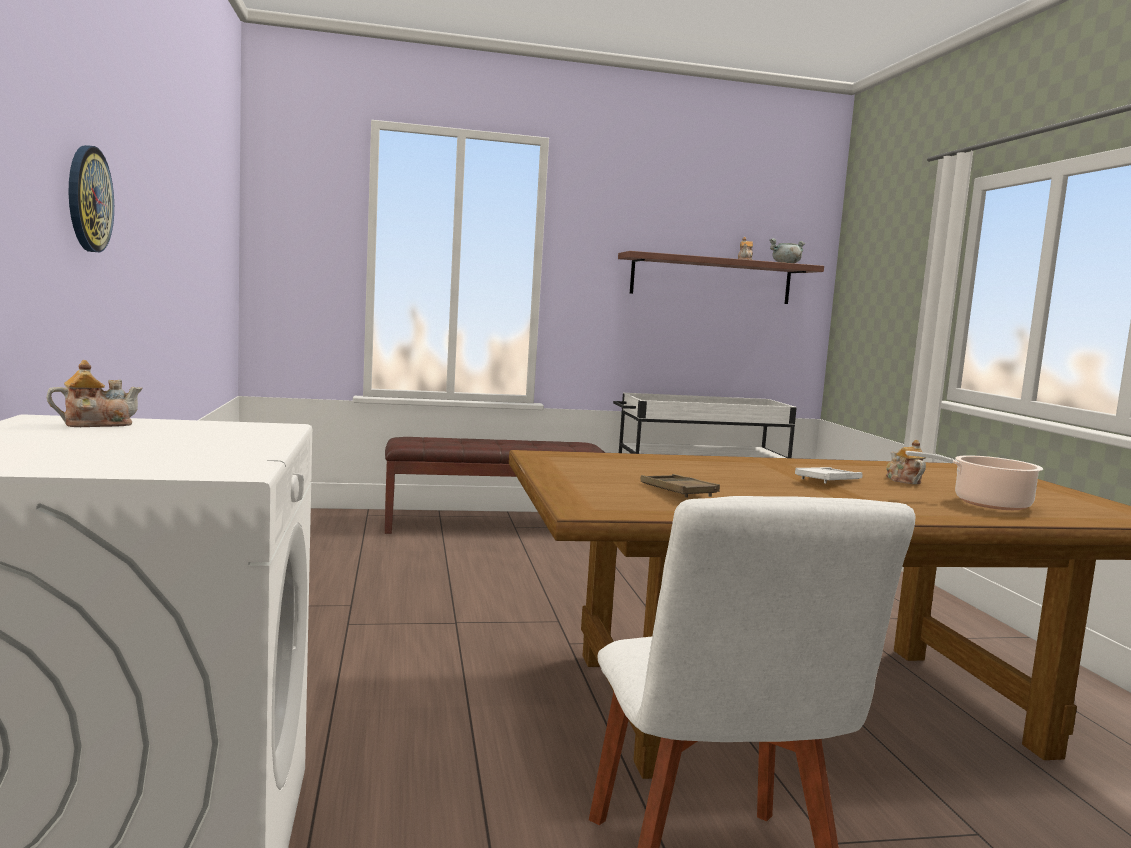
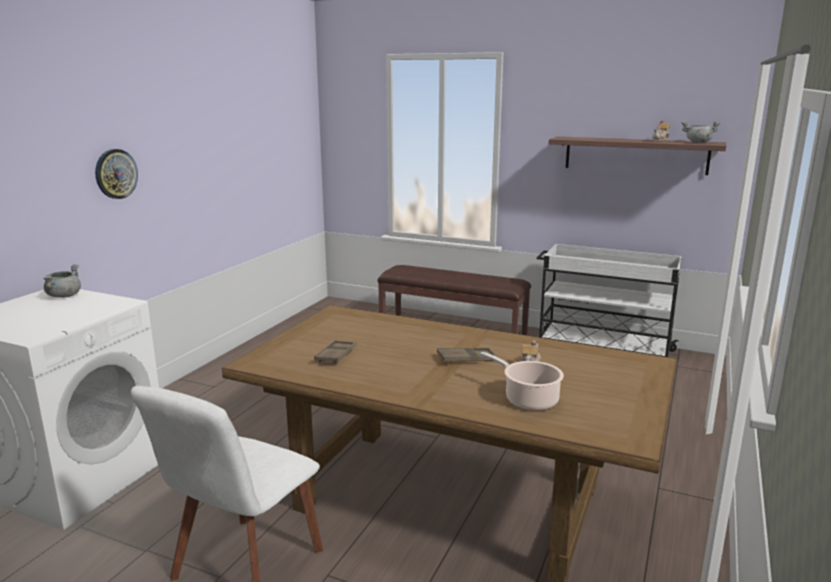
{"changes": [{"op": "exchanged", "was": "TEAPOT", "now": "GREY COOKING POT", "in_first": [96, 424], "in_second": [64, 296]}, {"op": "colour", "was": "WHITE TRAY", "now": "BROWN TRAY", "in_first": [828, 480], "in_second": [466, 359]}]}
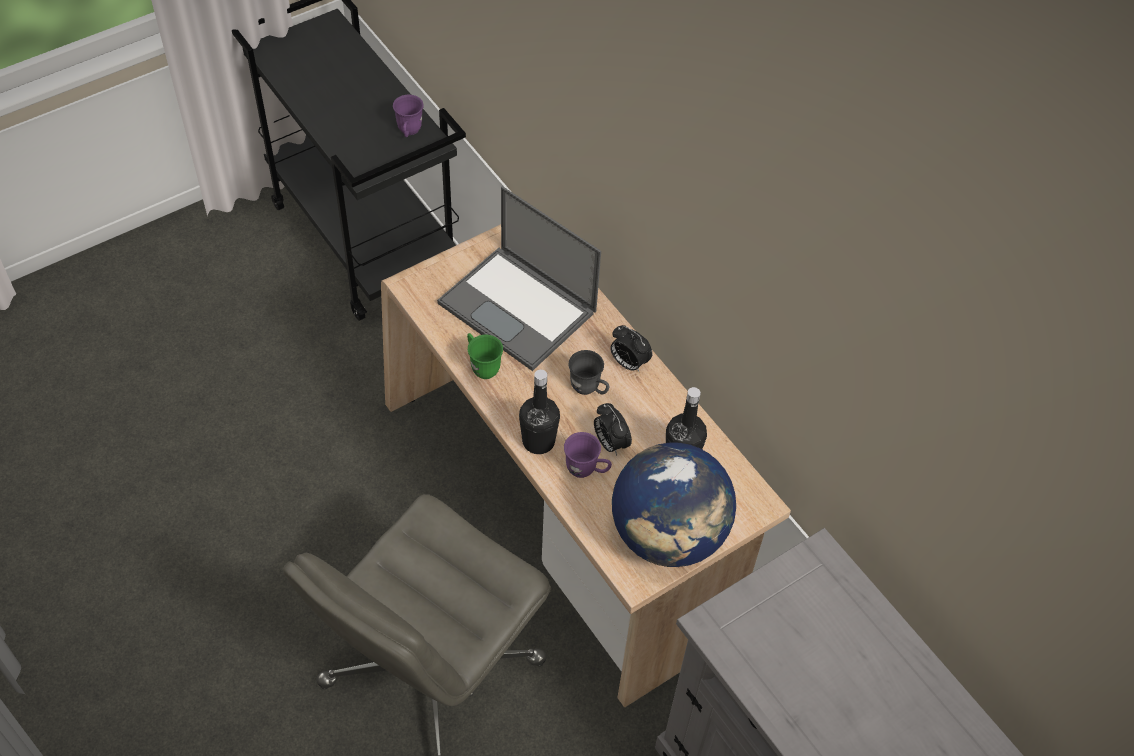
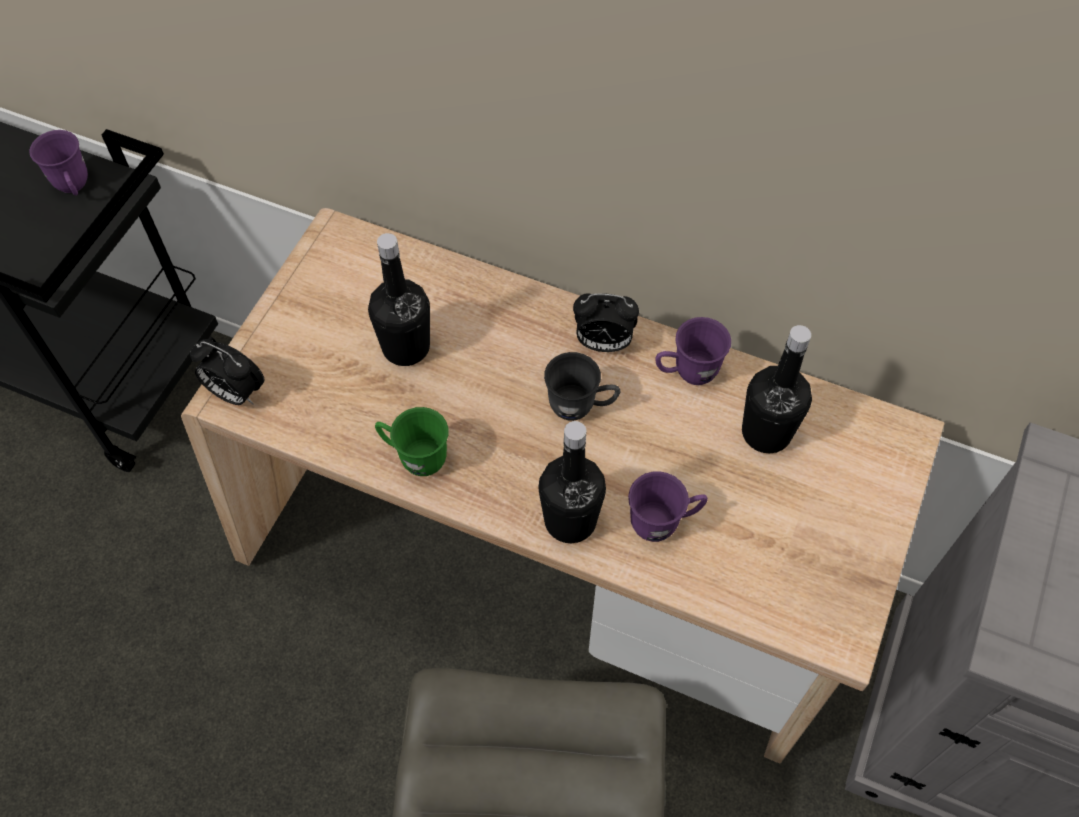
{"changes": [{"op": "relocated", "was": "ALARM CLOCK", "in_first": [610, 443], "in_second": [235, 393]}, {"op": "exchanged", "was": "LAPTOP", "now": "BLACK BOTTLE", "in_first": [519, 308], "in_second": [406, 347]}, {"op": "appeared", "now": "PURPLE MUG", "in_second": [687, 373]}, {"op": "missing", "was": "GLOBE", "in_first": [668, 535]}]}
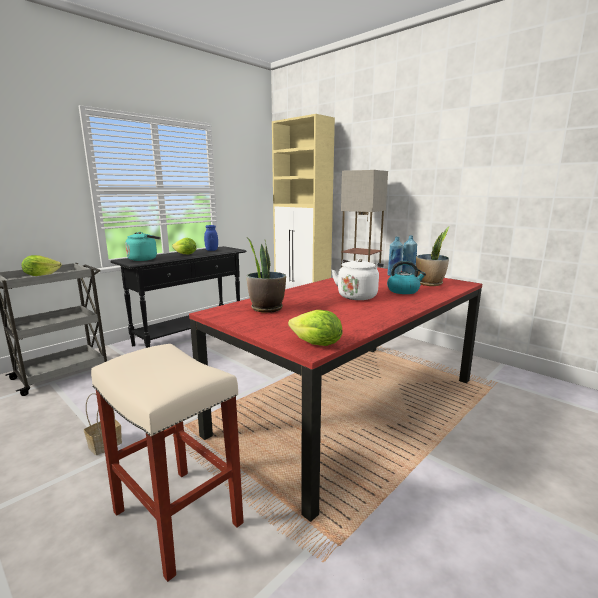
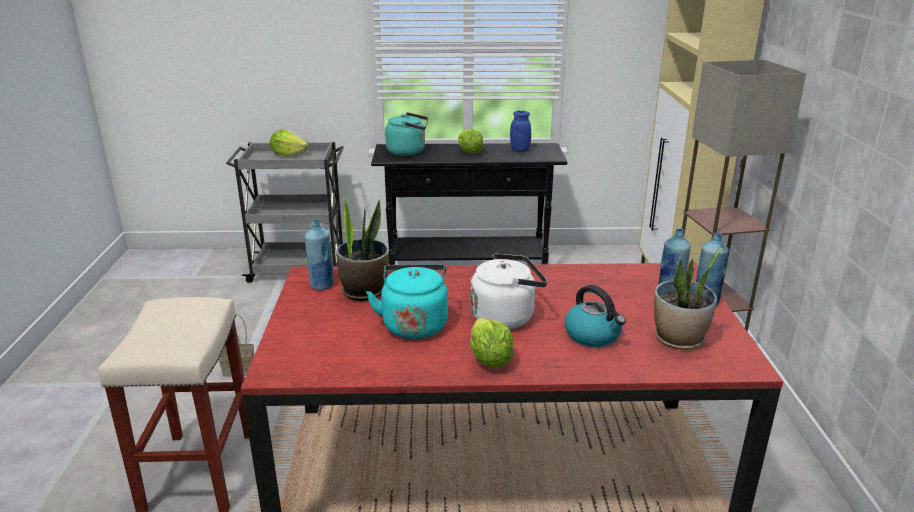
{"changes": [{"op": "appeared", "now": "BLUE BOTTLE", "in_second": [322, 285]}, {"op": "appeared", "now": "TURQUOISE KETTLE", "in_second": [414, 324]}, {"op": "relocated", "was": "LETTUCE", "in_first": [316, 344], "in_second": [489, 359]}]}
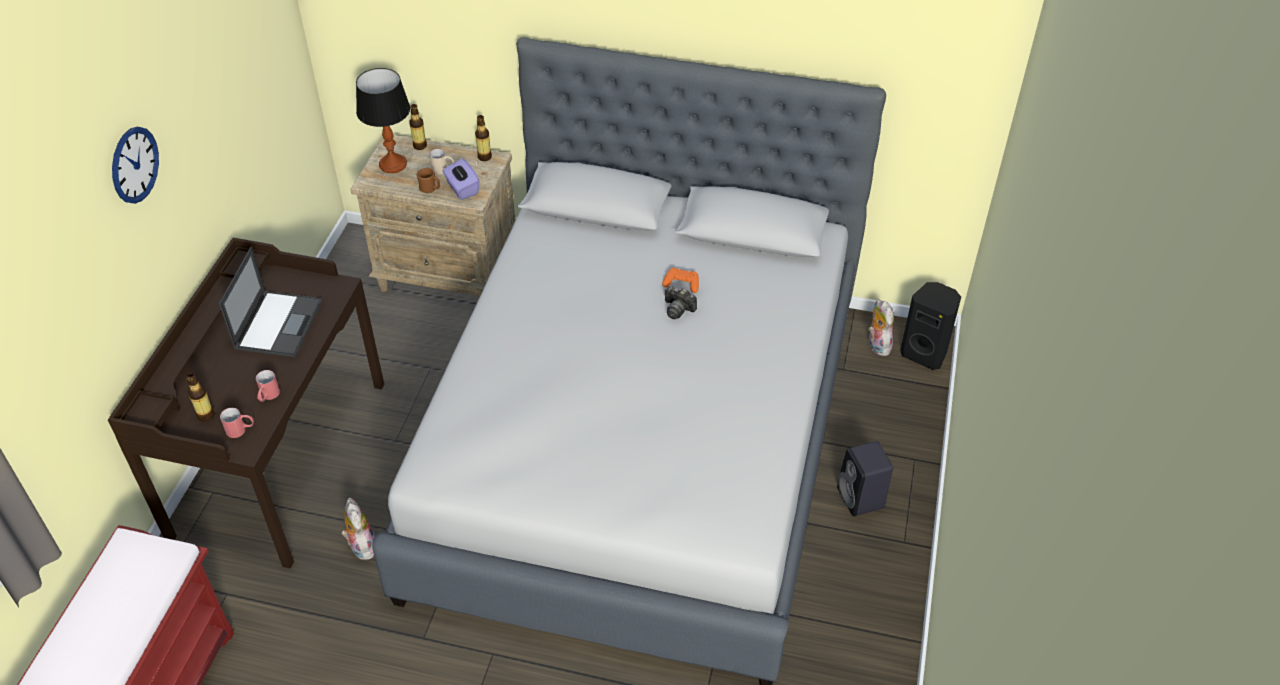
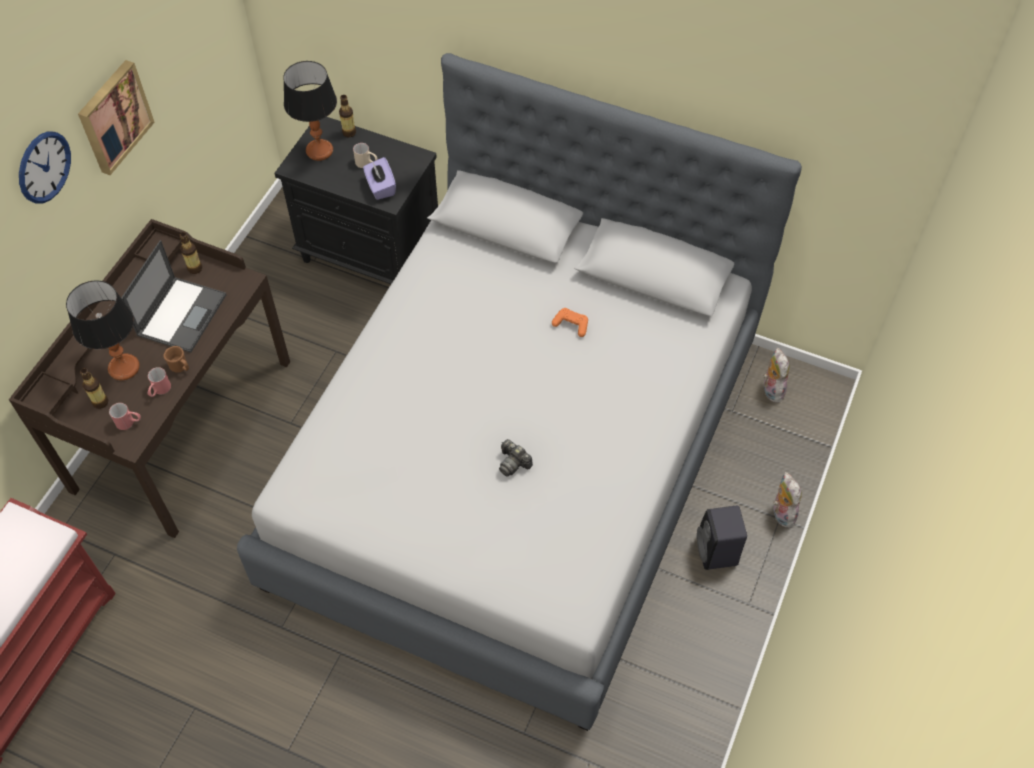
{"changes": [{"op": "appeared", "now": "TABLE LAMP", "in_second": [124, 367]}, {"op": "appeared", "now": "PICTURE", "in_second": [113, 116]}, {"op": "relocated", "was": "BROWN MUG", "in_first": [430, 189], "in_second": [181, 367]}, {"op": "relocated", "was": "BOTTLE", "in_first": [484, 157], "in_second": [195, 268]}, {"op": "colour", "was": "BEIGE NIGHTSTAND", "now": "BLACK NIGHTSTAND", "in_first": [449, 274], "in_second": [371, 253]}, {"op": "relocated", "was": "PHOTO CAMERA", "in_first": [678, 309], "in_second": [513, 463]}, {"op": "relocated", "was": "PLUSH TOY", "in_first": [361, 546], "in_second": [781, 513]}, {"op": "missing", "was": "BLACK SPEAKER", "in_first": [925, 353]}]}
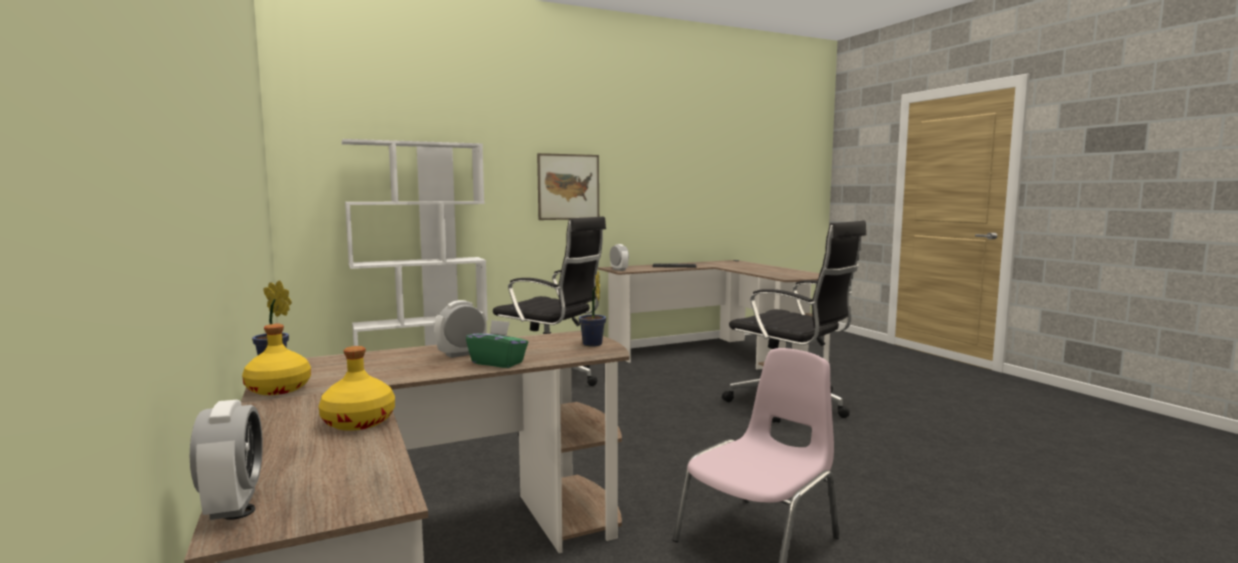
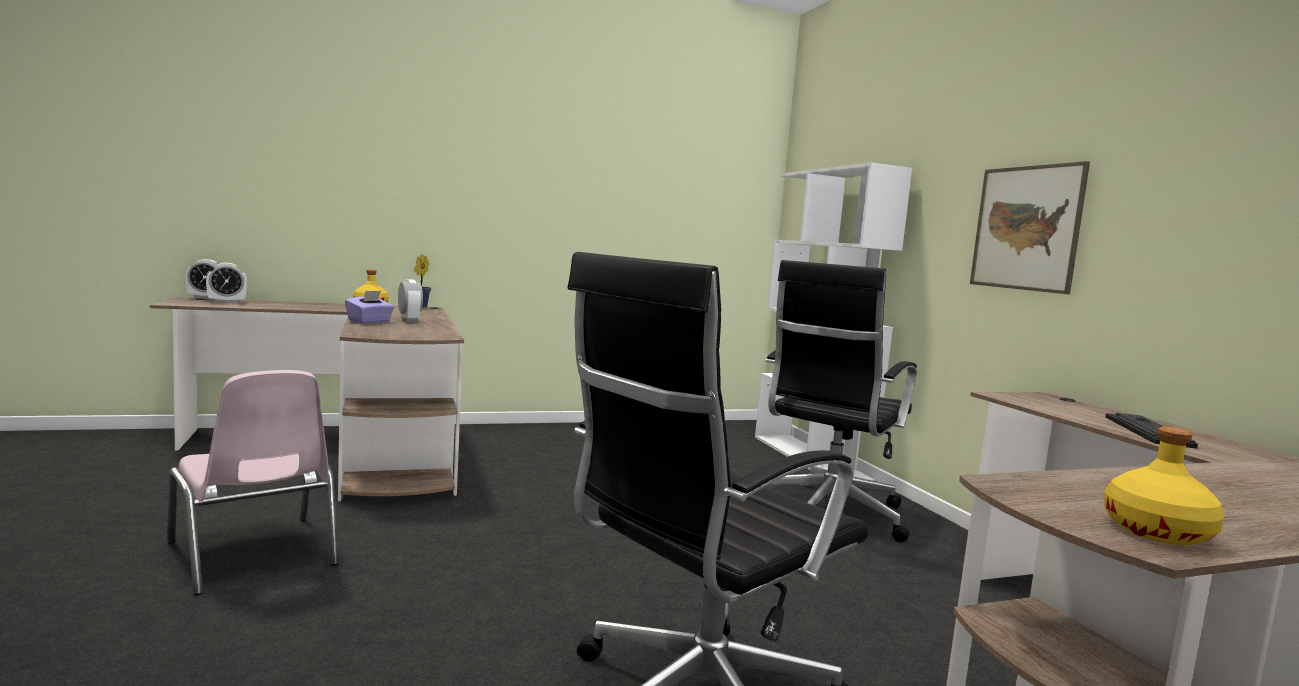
{"changes": [{"op": "relocated", "was": "ALARM CLOCK", "in_first": [619, 269], "in_second": [227, 302]}, {"op": "colour", "was": "GREEN TISSUE BOX", "now": "PURPLE TISSUE BOX", "in_first": [498, 363], "in_second": [369, 322]}, {"op": "relocated", "was": "YELLOW BOTTLE", "in_first": [359, 422], "in_second": [1157, 532]}, {"op": "missing", "was": "POTTED PLANT", "in_first": [592, 345]}]}
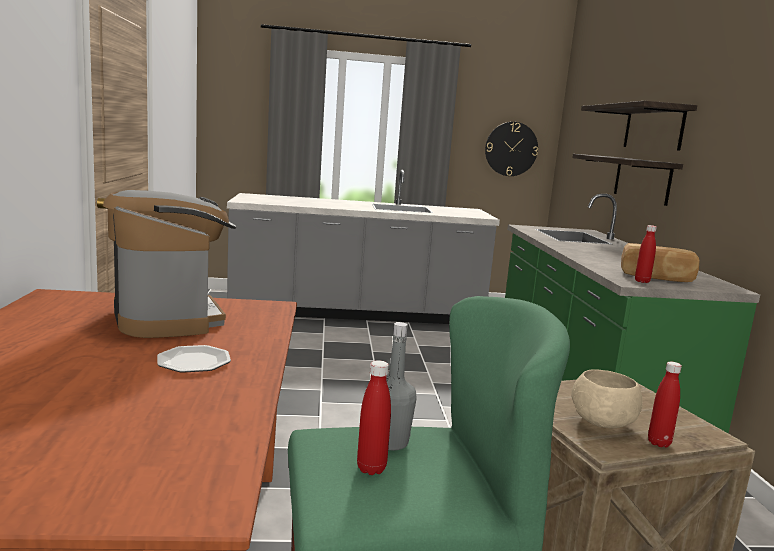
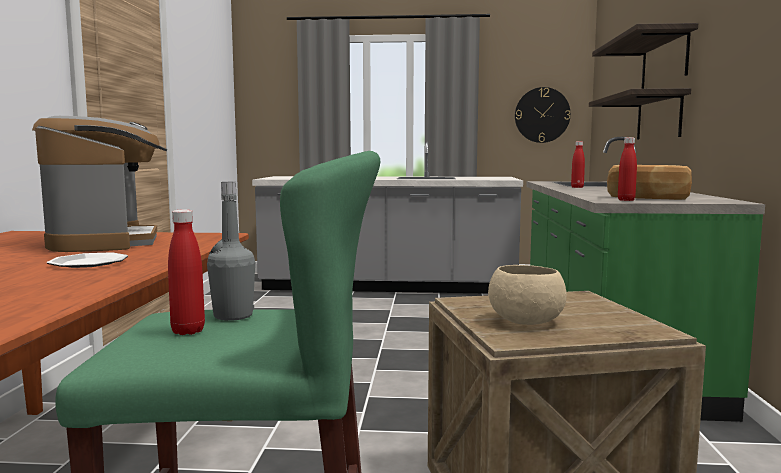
{"changes": [{"op": "relocated", "was": "RED BOTTLE", "in_first": [659, 443], "in_second": [577, 187]}]}
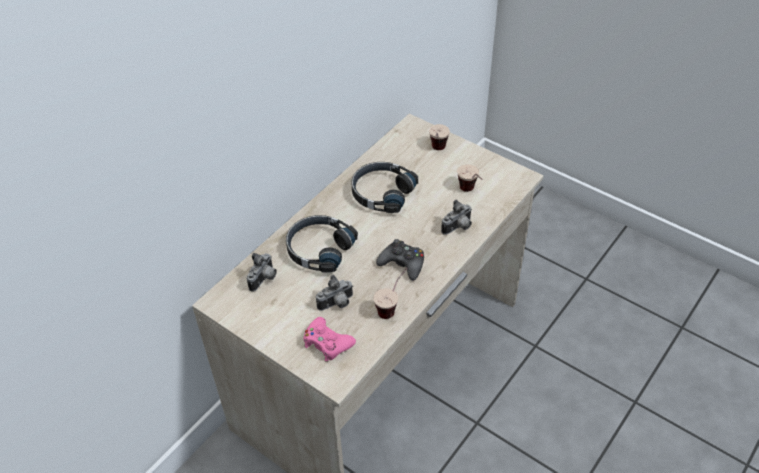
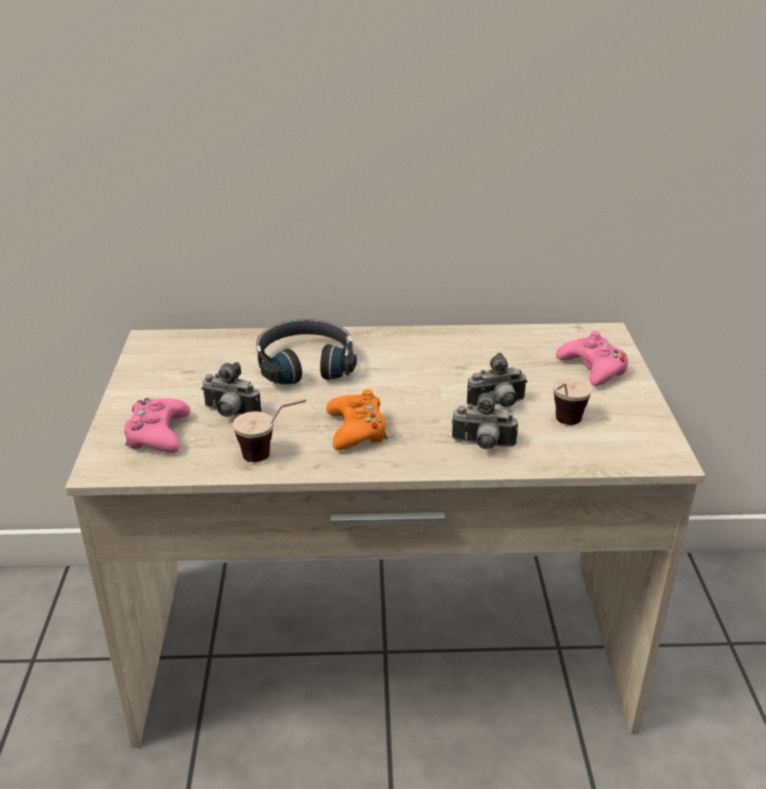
{"changes": [{"op": "colour", "was": "BLACK GAME CONTROLLER", "now": "ORANGE GAME CONTROLLER", "in_first": [402, 264], "in_second": [357, 430]}, {"op": "relocated", "was": "PHOTO CAMERA", "in_first": [264, 279], "in_second": [497, 405]}, {"op": "exchanged", "was": "CUP", "now": "PINK GAME CONTROLLER", "in_first": [437, 151], "in_second": [593, 369]}, {"op": "missing", "was": "BLACK HEADPHONES", "in_first": [381, 193]}]}
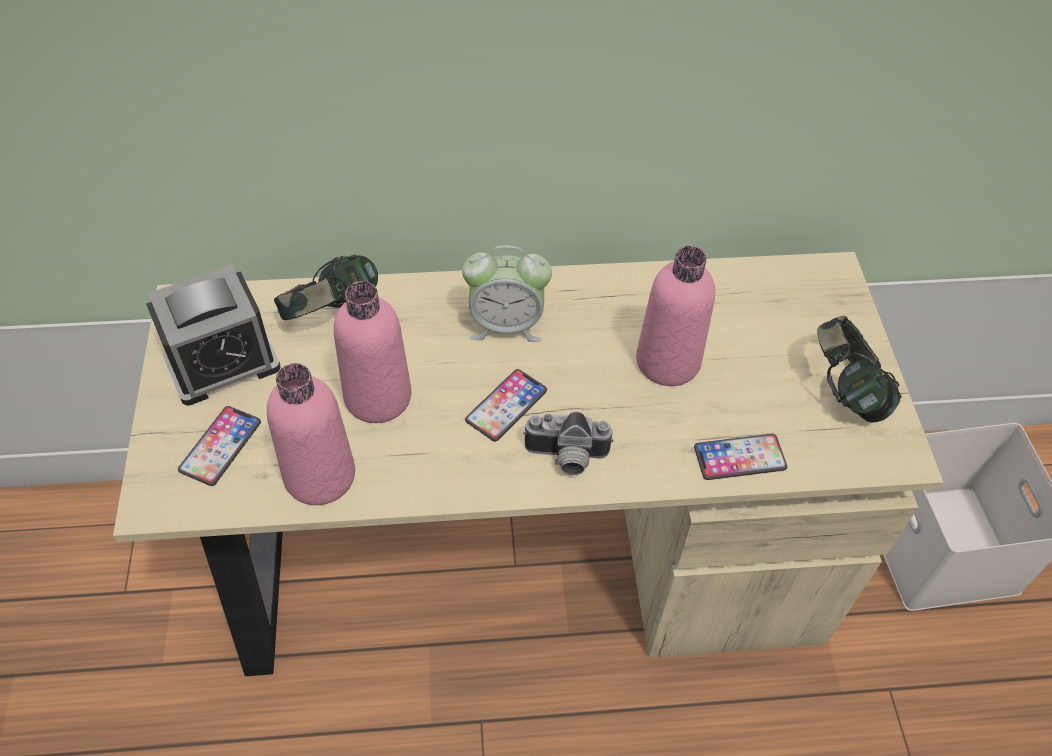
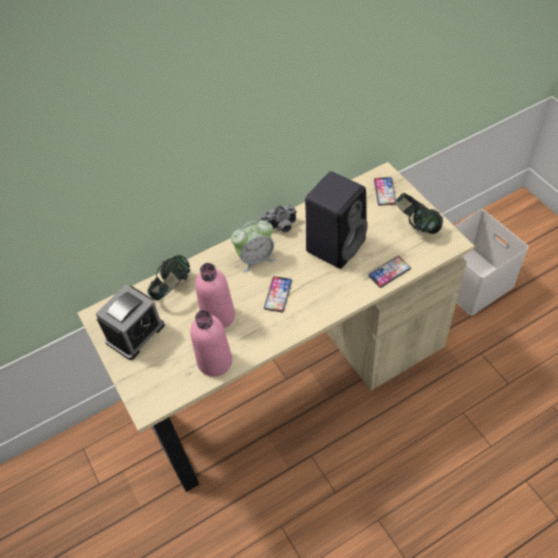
{"changes": [{"op": "relocated", "was": "PHOTO CAMERA", "in_first": [566, 458], "in_second": [280, 228]}, {"op": "exchanged", "was": "PINK BOTTLE", "now": "BLACK SPEAKER", "in_first": [668, 361], "in_second": [336, 244]}, {"op": "relocated", "was": "PHONE", "in_first": [220, 446], "in_second": [385, 192]}]}
